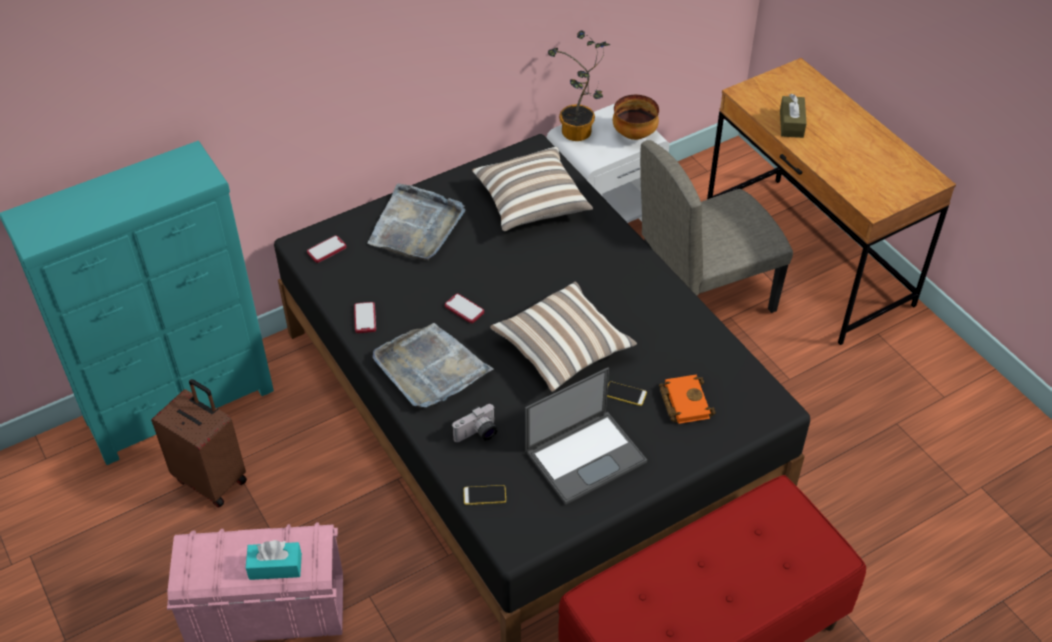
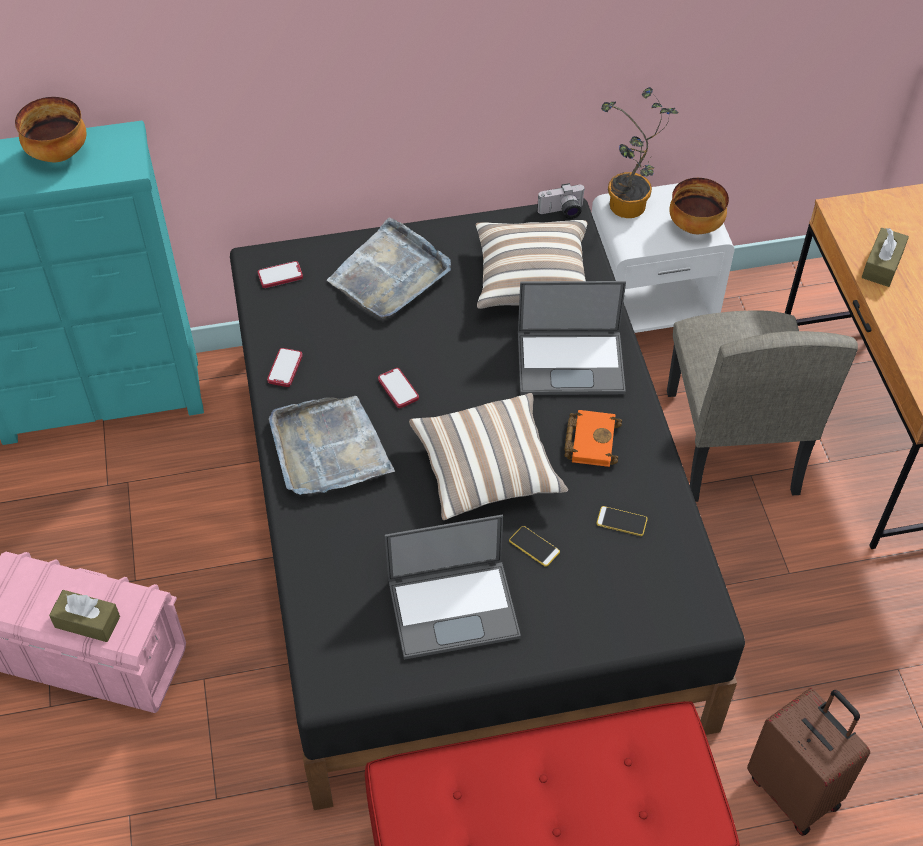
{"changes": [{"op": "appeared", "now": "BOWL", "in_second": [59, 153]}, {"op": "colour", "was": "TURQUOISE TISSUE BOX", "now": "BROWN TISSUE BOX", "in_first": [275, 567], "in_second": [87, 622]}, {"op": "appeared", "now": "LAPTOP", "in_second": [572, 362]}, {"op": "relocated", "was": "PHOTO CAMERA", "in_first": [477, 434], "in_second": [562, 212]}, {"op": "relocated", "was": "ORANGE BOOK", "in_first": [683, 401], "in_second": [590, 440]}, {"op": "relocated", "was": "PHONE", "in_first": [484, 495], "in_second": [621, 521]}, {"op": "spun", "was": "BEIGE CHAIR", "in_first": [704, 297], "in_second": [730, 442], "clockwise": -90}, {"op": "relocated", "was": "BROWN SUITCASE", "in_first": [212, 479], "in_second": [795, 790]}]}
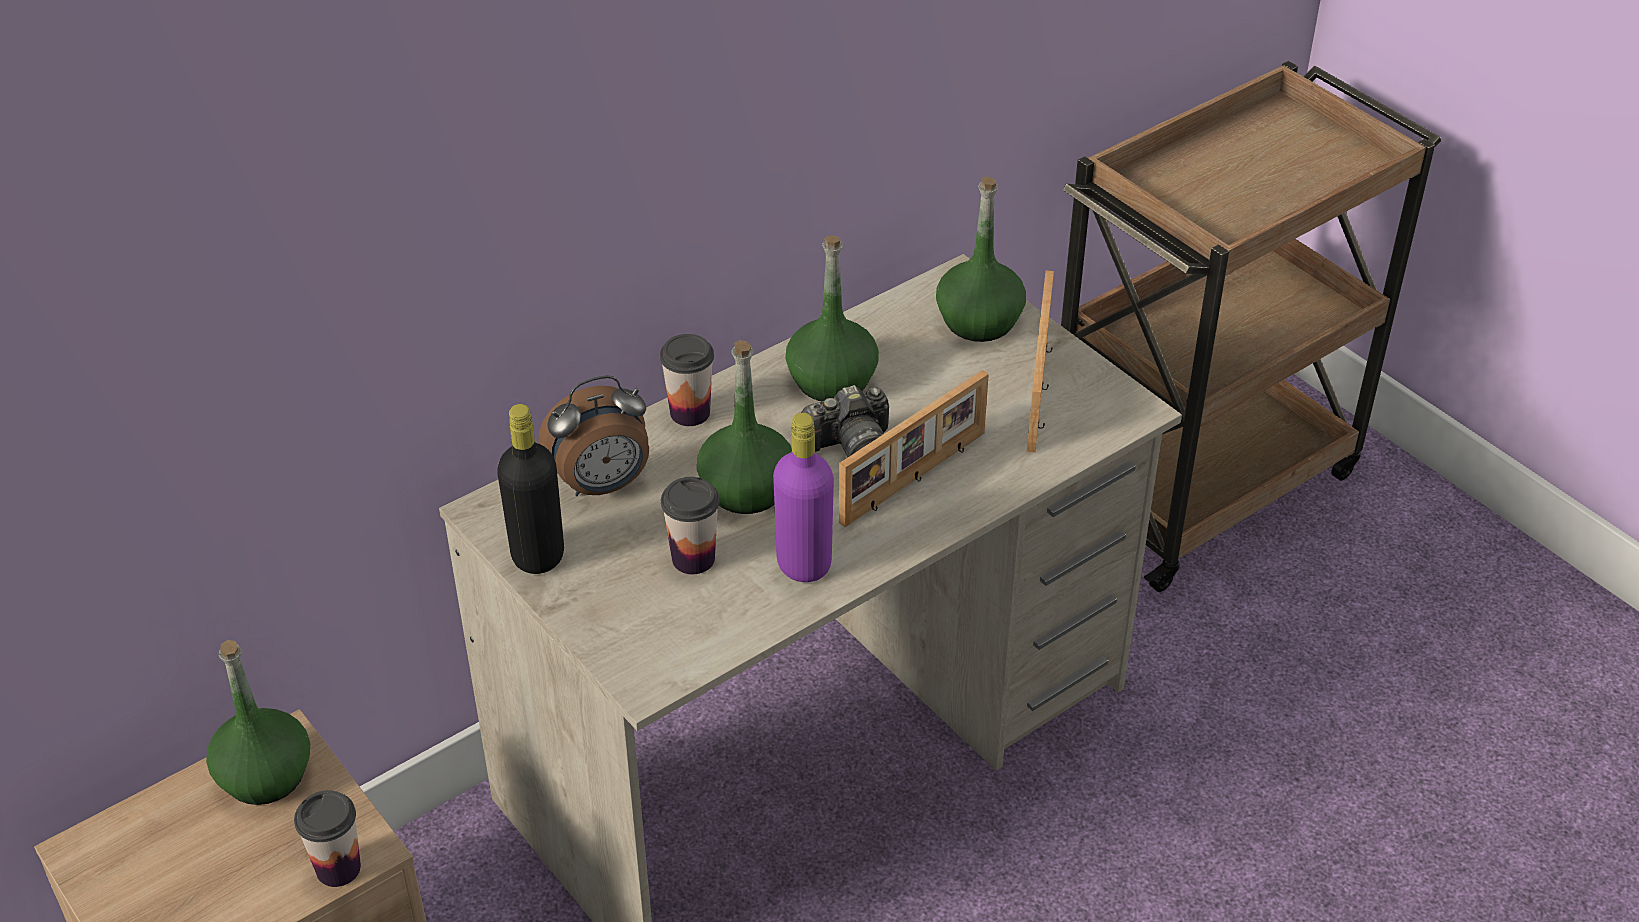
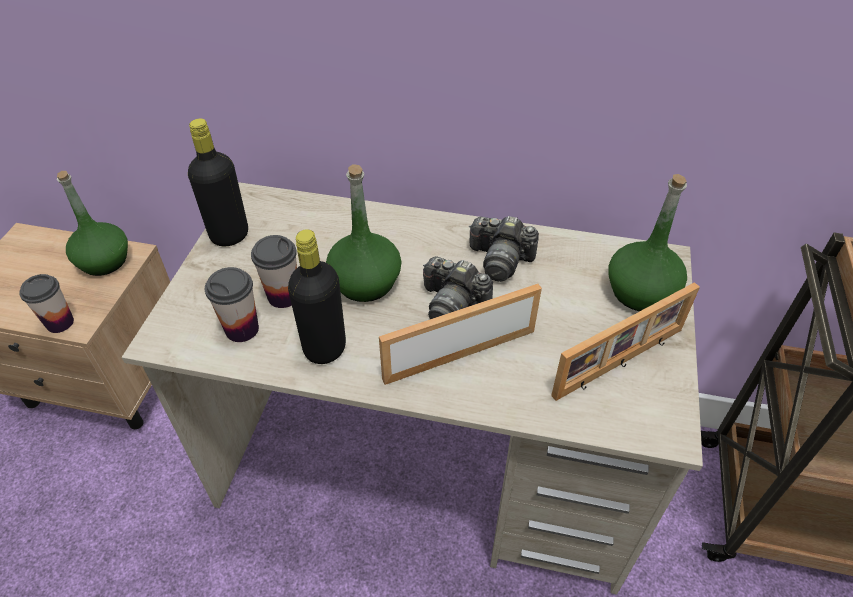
{"changes": [{"op": "relocated", "was": "CUP", "in_first": [690, 413], "in_second": [242, 329]}, {"op": "colour", "was": "PURPLE BOTTLE", "now": "BLACK BOTTLE", "in_first": [804, 564], "in_second": [325, 348]}, {"op": "spun", "was": "PICTURE FRAME", "in_first": [915, 478], "in_second": [459, 353], "clockwise": 150}, {"op": "exchanged", "was": "GREEN BOTTLE", "now": "PHOTO CAMERA", "in_first": [831, 380], "in_second": [500, 260]}, {"op": "missing", "was": "ALARM CLOCK", "in_first": [602, 485]}]}
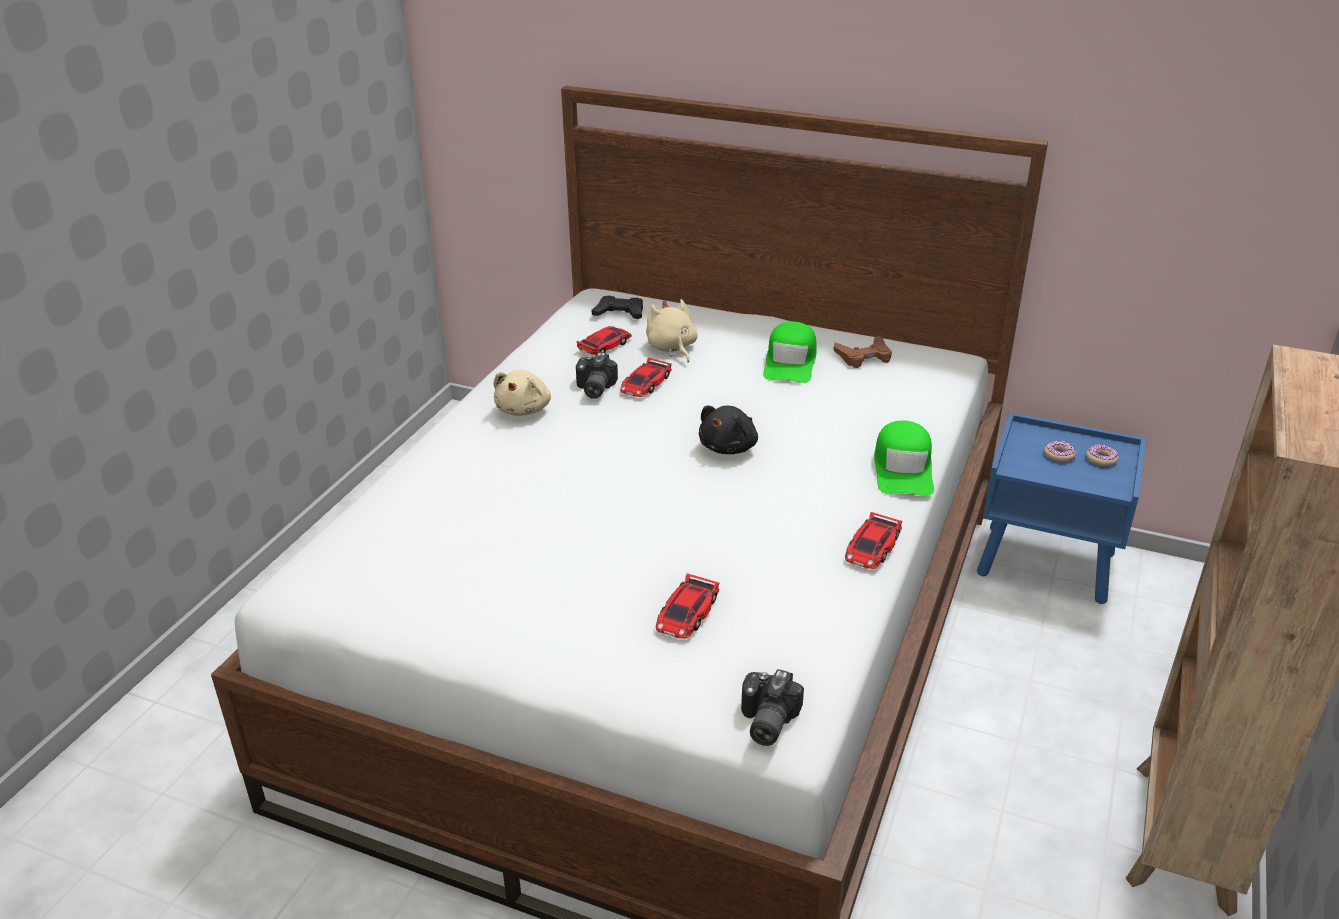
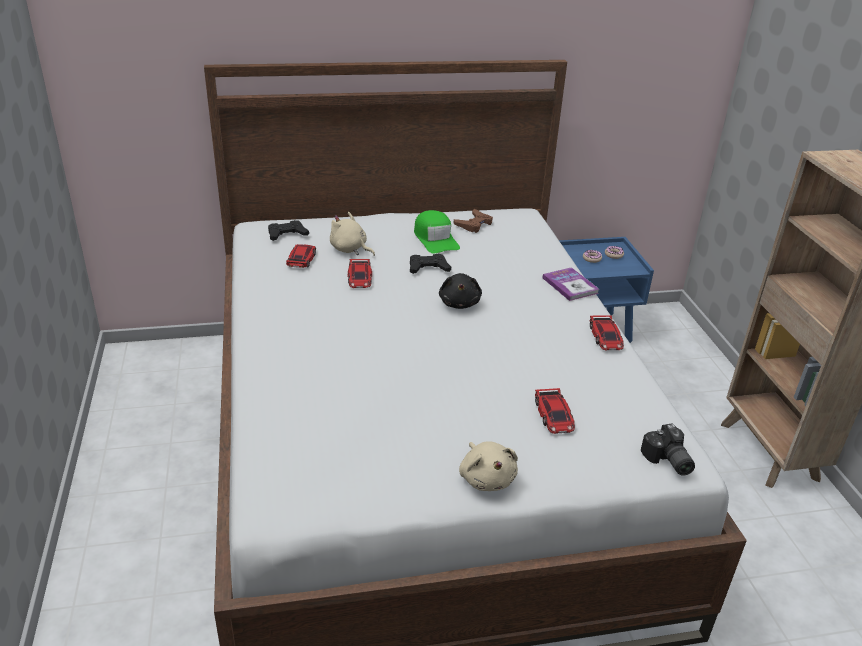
{"changes": [{"op": "appeared", "now": "BLACK GAME CONTROLLER", "in_second": [428, 268]}, {"op": "relocated", "was": "BEIGE PLUSH TOY", "in_first": [524, 409], "in_second": [486, 478]}, {"op": "exchanged", "was": "GREEN CAP", "now": "BOOK", "in_first": [903, 468], "in_second": [570, 285]}, {"op": "missing", "was": "PHOTO CAMERA", "in_first": [593, 389]}]}
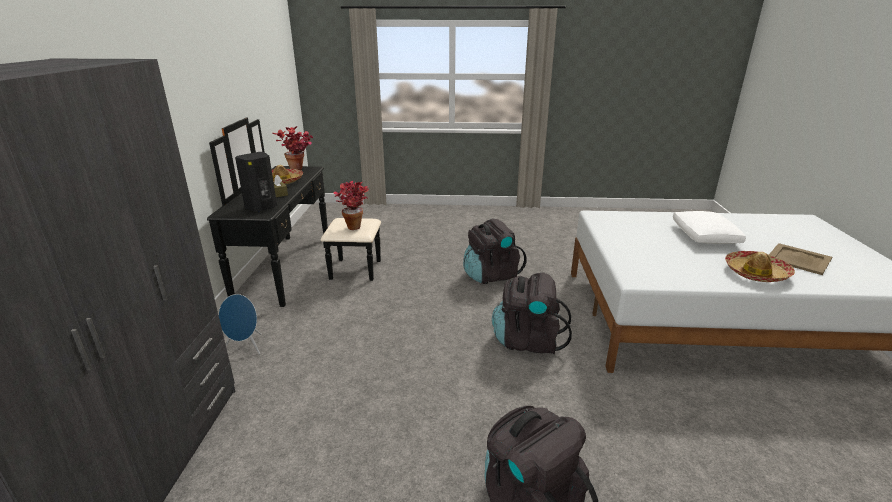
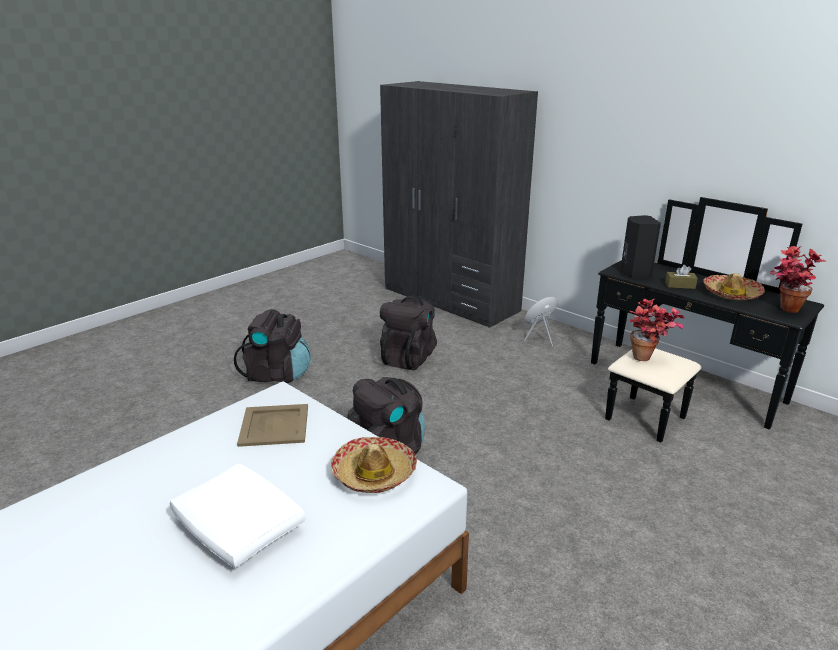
{"changes": [{"op": "relocated", "was": "BEIGE TRAY", "in_first": [799, 259], "in_second": [274, 425]}, {"op": "relocated", "was": "HAT", "in_first": [756, 273], "in_second": [374, 473]}, {"op": "relocated", "was": "BLACK BACKPACK", "in_first": [491, 275], "in_second": [408, 357]}]}
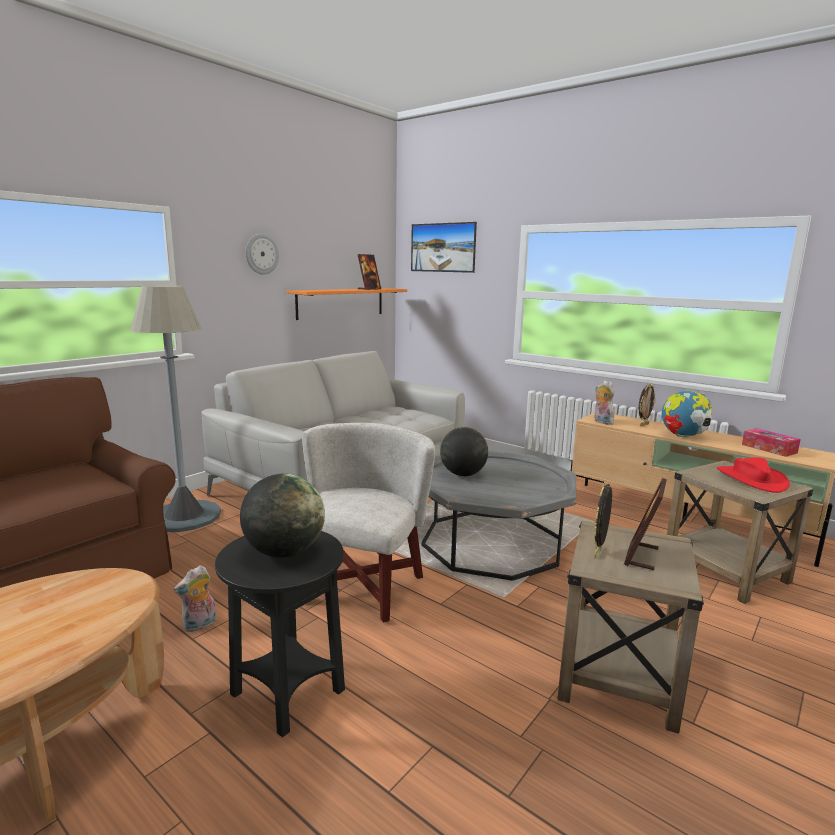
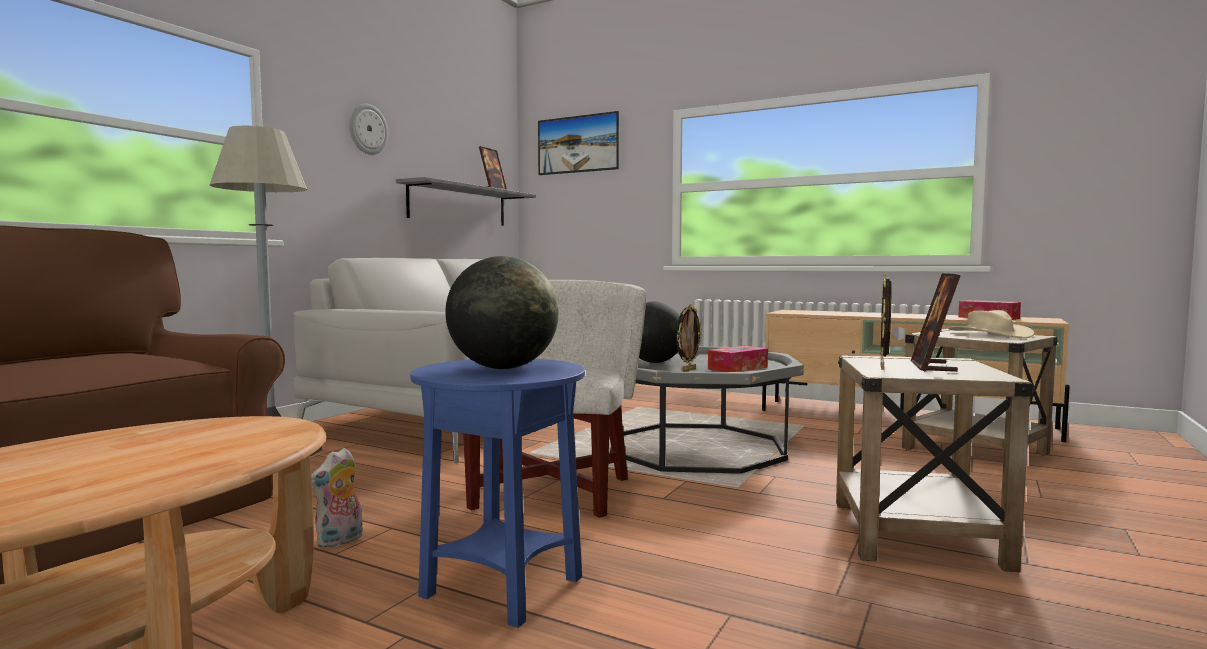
{"changes": [{"op": "colour", "was": "ORANGE SHELF", "now": "GREY SHELF", "in_first": [341, 303], "in_second": [458, 205]}, {"op": "colour", "was": "BLACK SIDE TABLE", "now": "BLUE SIDE TABLE", "in_first": [287, 693], "in_second": [501, 589]}, {"op": "relocated", "was": "PICTURE FRAME", "in_first": [643, 425], "in_second": [688, 370]}, {"op": "appeared", "now": "TISSUE BOX", "in_second": [737, 368]}, {"op": "colour", "was": "RED HAT", "now": "BEIGE HAT", "in_first": [751, 479], "in_second": [989, 334]}, {"op": "missing", "was": "PLUSH TOY", "in_first": [601, 422]}, {"op": "missing", "was": "GLOBE", "in_first": [683, 436]}]}
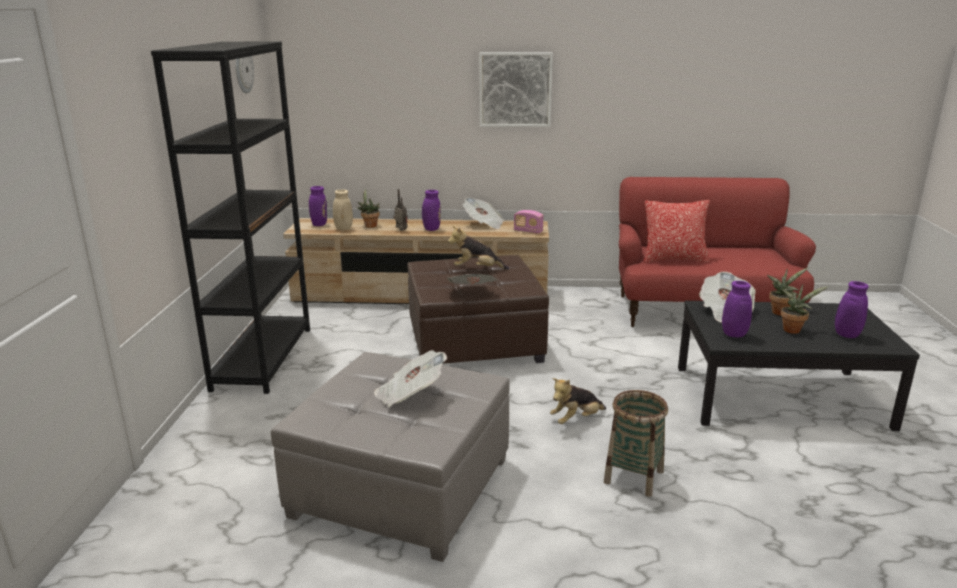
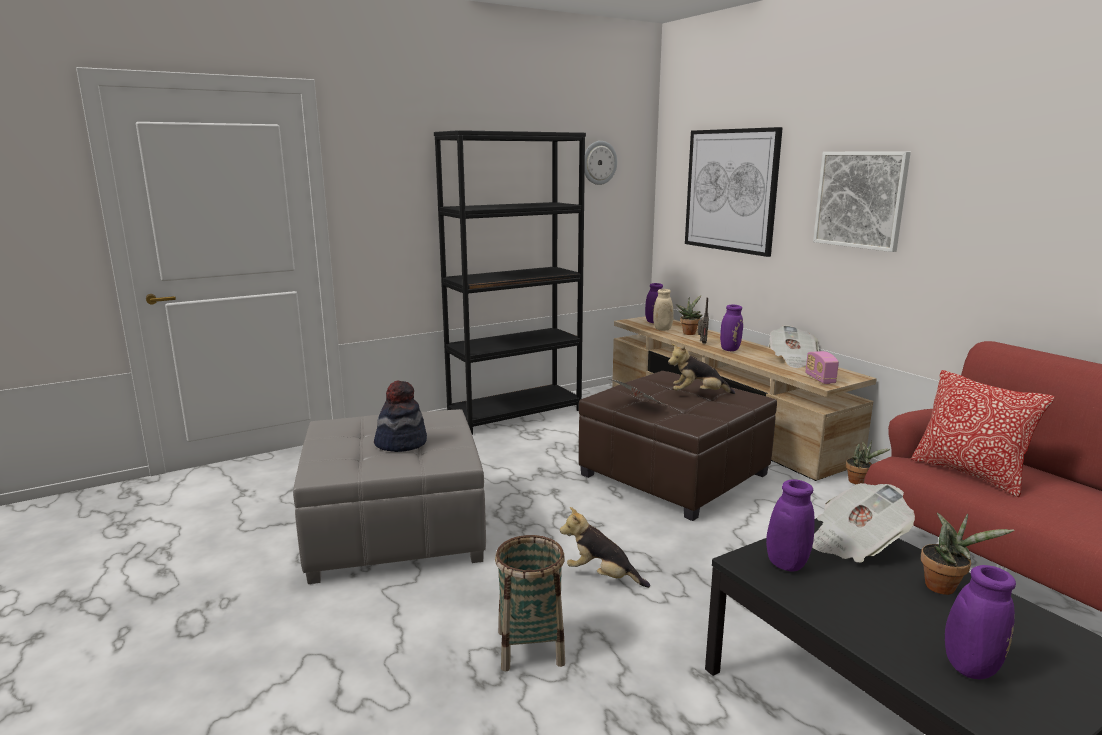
{"changes": [{"op": "exchanged", "was": "NEWSPAPER", "now": "HAT", "in_first": [410, 395], "in_second": [401, 443]}, {"op": "spun", "was": "PLUSH TOY", "in_first": [477, 269], "in_second": [698, 394], "clockwise": -60}, {"op": "appeared", "now": "PICTURE", "in_second": [730, 190]}, {"op": "relocated", "was": "POTTED PLANT", "in_first": [793, 329], "in_second": [859, 482]}]}
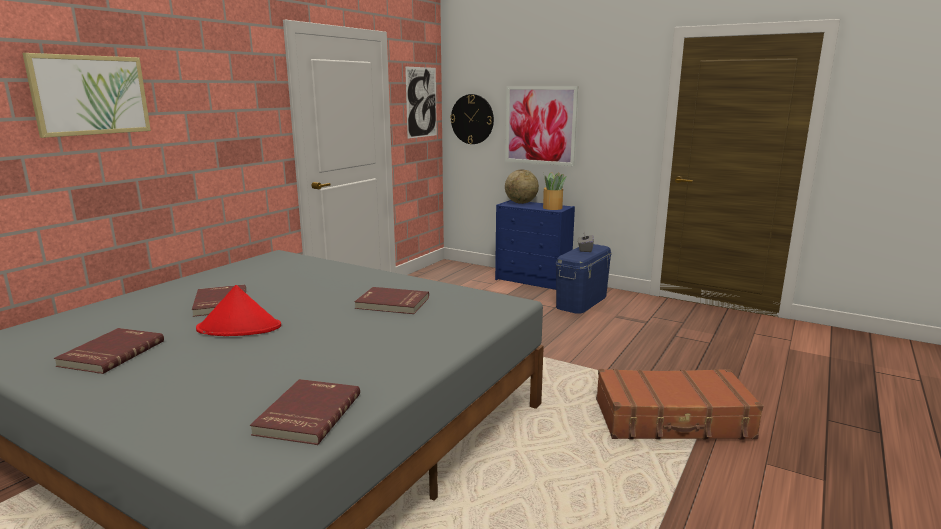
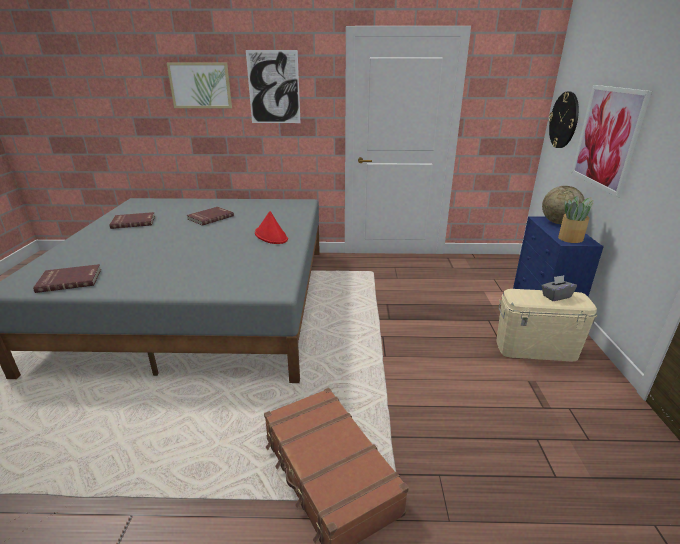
{"changes": [{"op": "relocated", "was": "PICTURE", "in_first": [421, 102], "in_second": [274, 87]}, {"op": "relocated", "was": "RED HAT", "in_first": [240, 328], "in_second": [271, 236]}, {"op": "colour", "was": "BLUE STORAGE BOX", "now": "BEIGE STORAGE BOX", "in_first": [581, 301], "in_second": [536, 349]}, {"op": "missing", "was": "RED BOOK", "in_first": [392, 303]}]}
